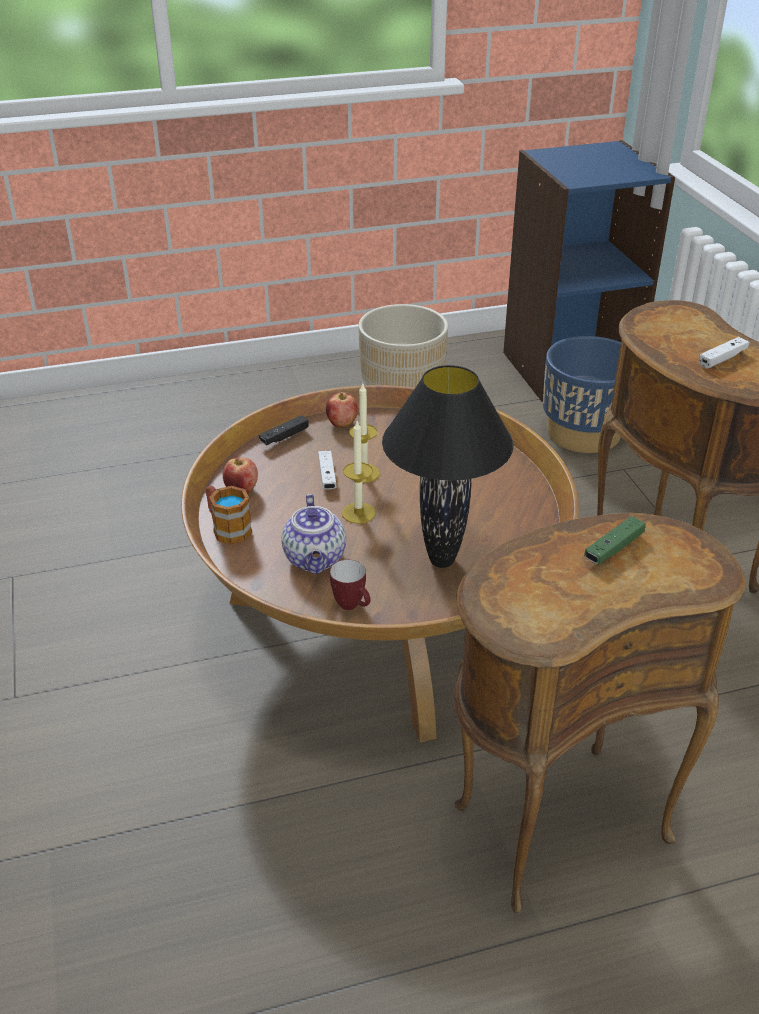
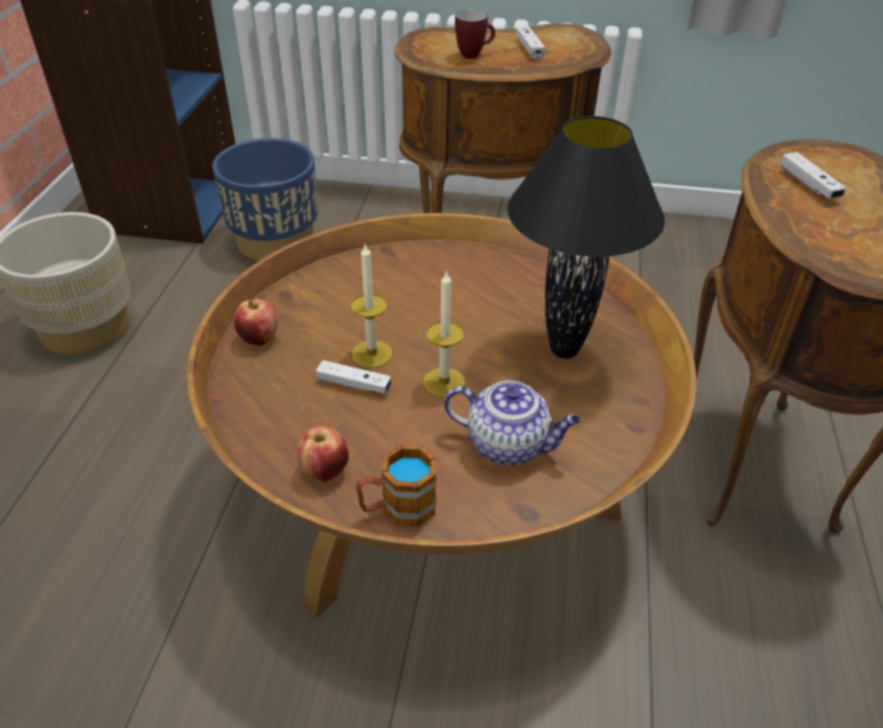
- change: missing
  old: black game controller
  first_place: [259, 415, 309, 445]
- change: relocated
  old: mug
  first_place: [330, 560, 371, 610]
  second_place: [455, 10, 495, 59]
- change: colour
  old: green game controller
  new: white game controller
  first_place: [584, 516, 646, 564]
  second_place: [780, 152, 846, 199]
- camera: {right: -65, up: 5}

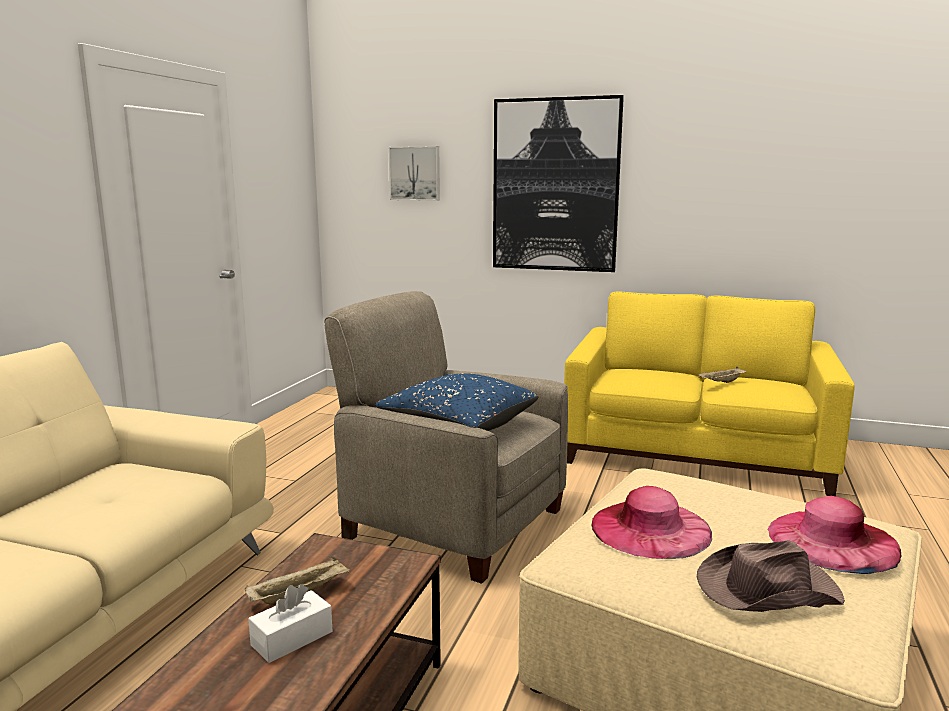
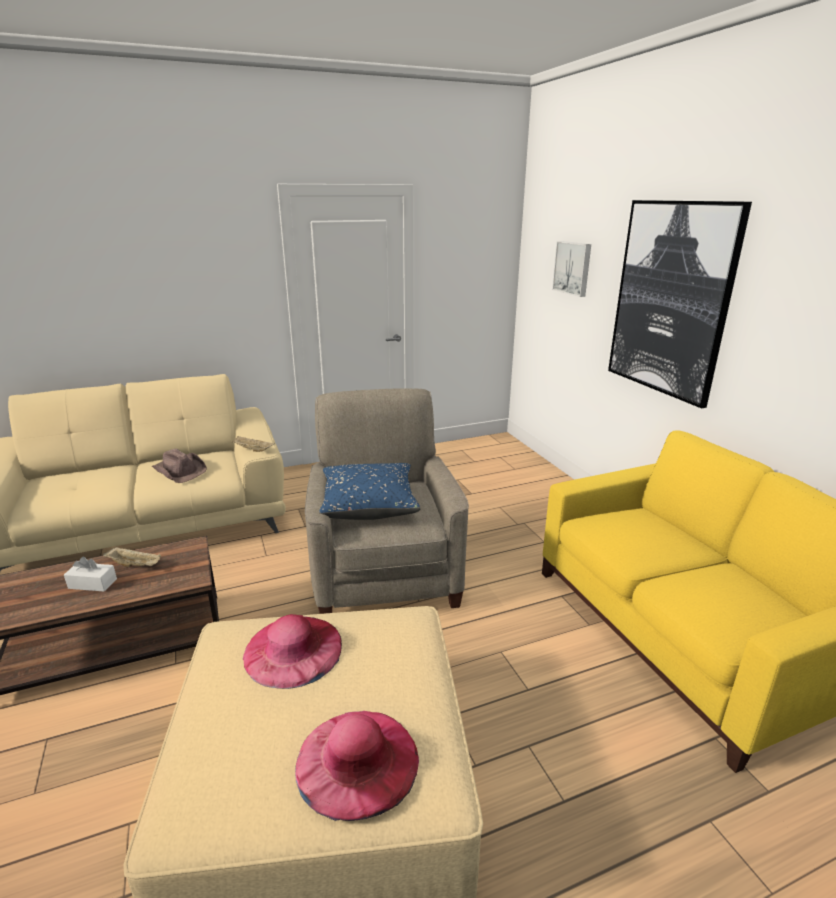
- change: relocated
  old: brown hat
  first_place: [697, 541, 845, 612]
  second_place: [152, 448, 207, 483]
- change: relocated
  old: beige tray
  first_place: [698, 367, 747, 383]
  second_place: [231, 436, 275, 452]
- camera: {right: 50, up: 10}

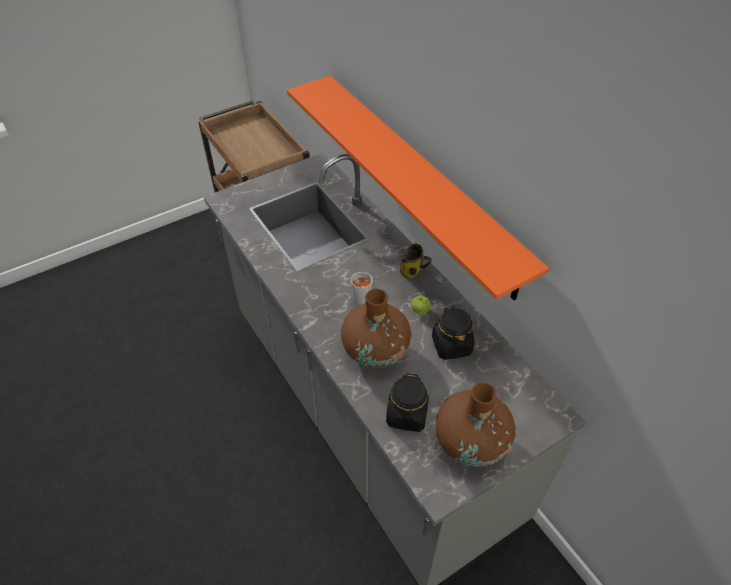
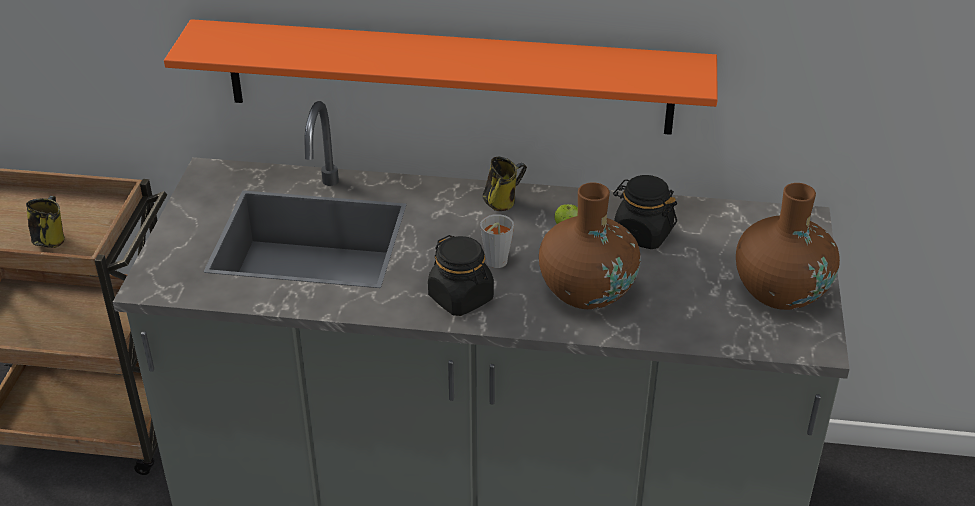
- change: appeared
  new: mug
  second_place: [26, 196, 65, 248]
- change: relocated
  old: black jar
  first_place: [386, 373, 429, 432]
  second_place: [428, 235, 494, 316]
- camera: {right: -50, up: -10}

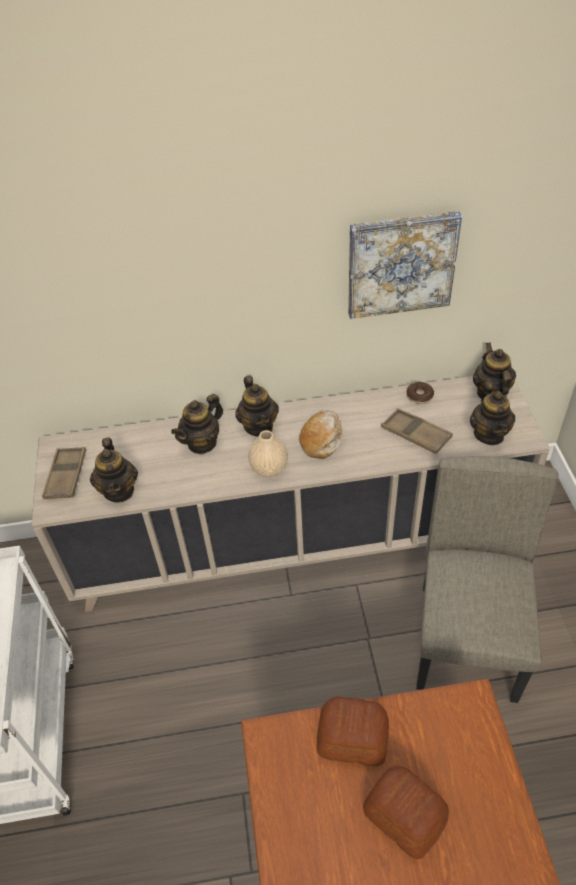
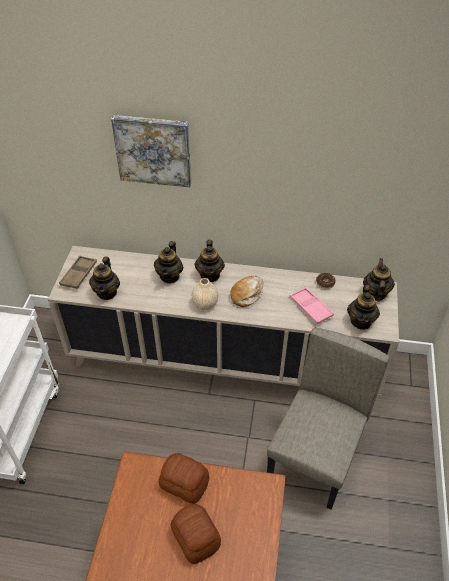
- change: relocated
  old: picture
  first_place: [348, 211, 462, 319]
  second_place: [111, 115, 191, 187]
- change: colour
  old: brown tray
  new: pink tray
  first_place: [381, 408, 453, 454]
  second_place: [290, 287, 334, 324]
- change: spun
  old: teapot
  first_place: [171, 394, 223, 454]
  second_place: [154, 241, 183, 283]
  degrees: -45
- camera: {right: 15, up: 0}

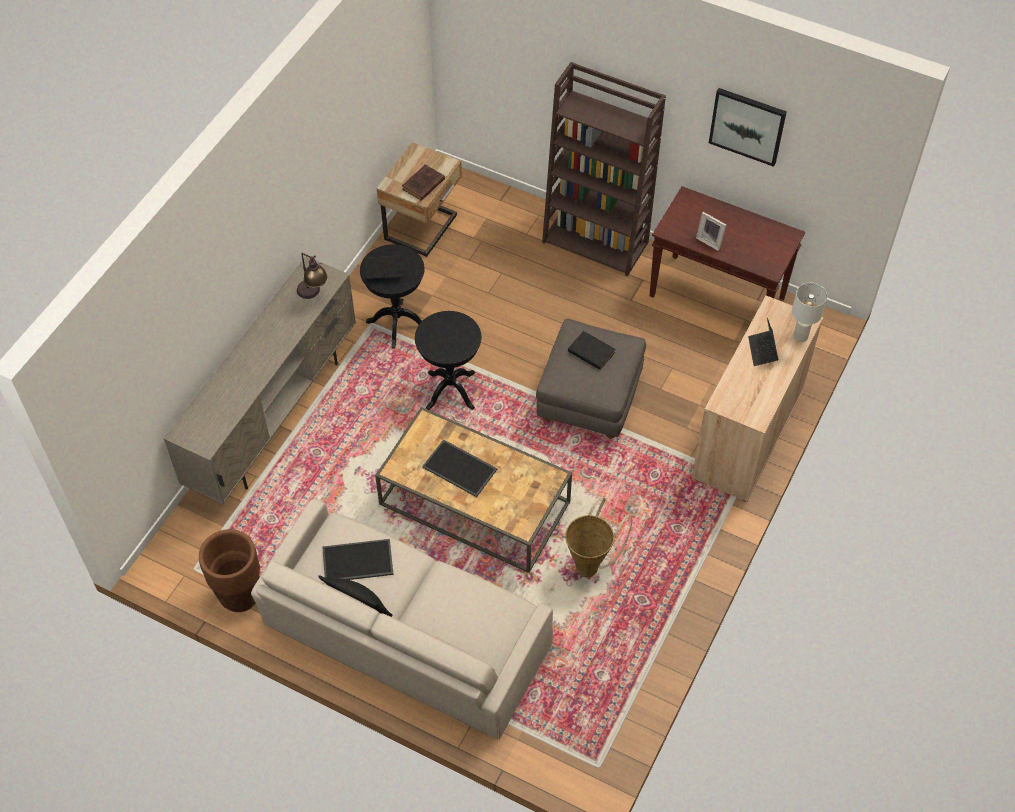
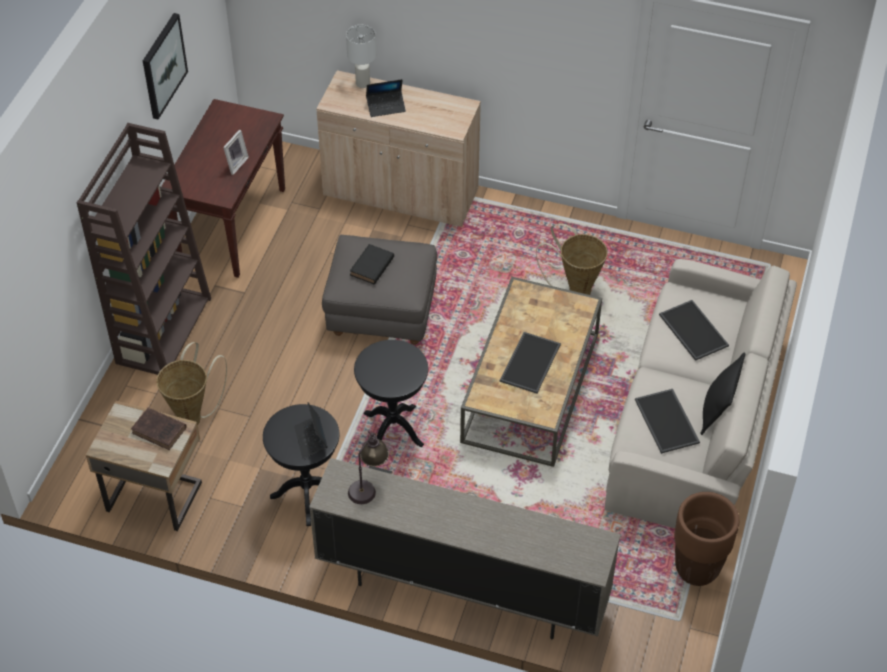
- change: appeared
  new: basket
  second_place: [156, 342, 227, 425]
- change: appeared
  new: tray
  second_place: [659, 300, 729, 361]
- camera: {right: -100, up: -5}

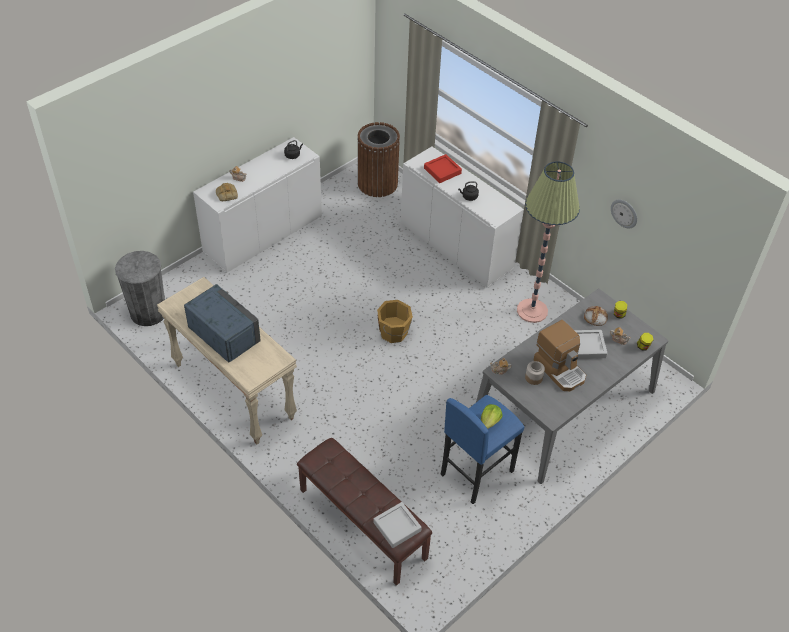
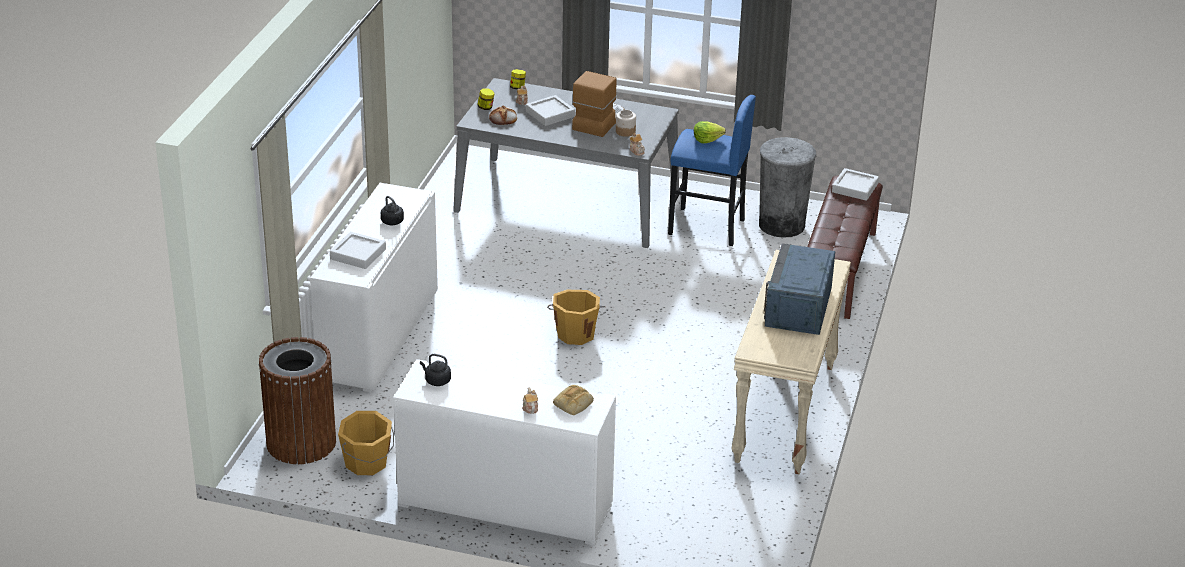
- change: missing
  old: floor lamp
  first_place: [517, 161, 580, 323]
- change: missing
  old: wall clock
  first_place: [611, 199, 637, 228]
- change: appeared
  new: orange bucket
  second_place: [338, 411, 394, 475]
- change: relocated
  old: grey trash can
  first_place: [115, 251, 165, 326]
  second_place: [759, 137, 817, 238]
- change: colour
  old: red tray
  new: grey tray
  first_place: [424, 154, 462, 183]
  second_place: [330, 232, 386, 269]
- camera: {right: -120, up: -15}

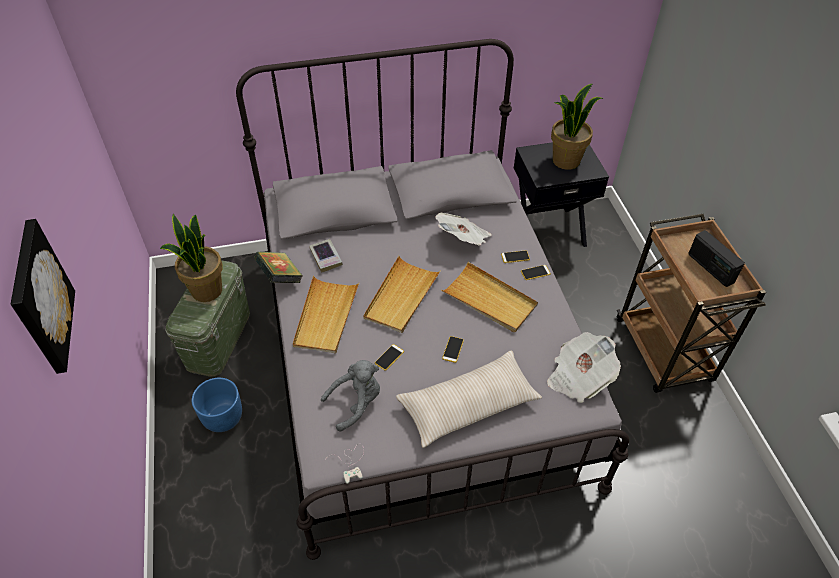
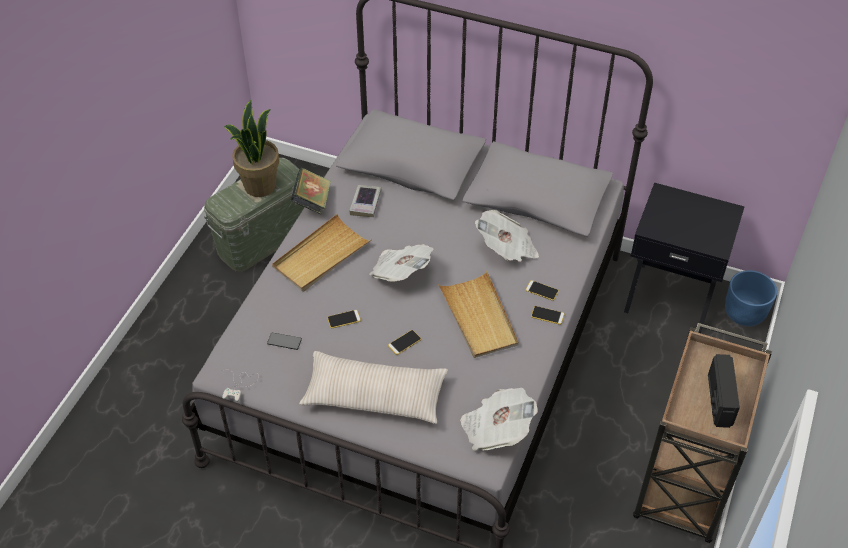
- change: missing
  old: picture
  first_place: [11, 219, 75, 374]
- change: missing
  old: potted plant
  first_place: [551, 84, 603, 170]
- change: relocated
  old: blue planter
  first_place: [192, 378, 242, 432]
  second_place: [725, 270, 777, 326]
- change: exchanged
  old: grey plush toy
  new: phone
  first_place: [321, 360, 380, 431]
  second_place: [267, 333, 302, 350]
- change: exchanged
  old: beige tray
  new: newspaper
  first_place: [363, 256, 441, 333]
  second_place: [369, 244, 434, 281]
- camera: {right: 35, up: 0}

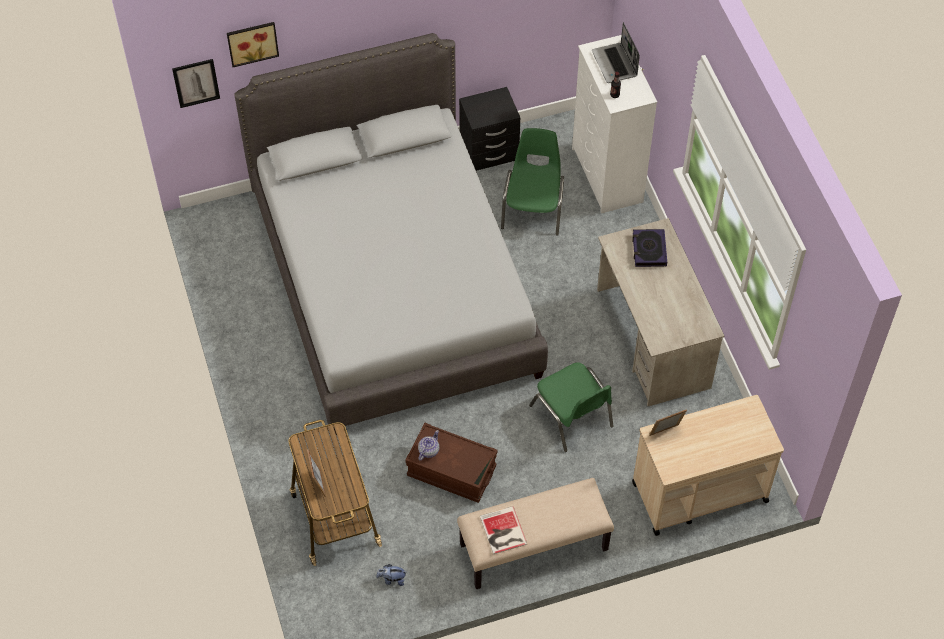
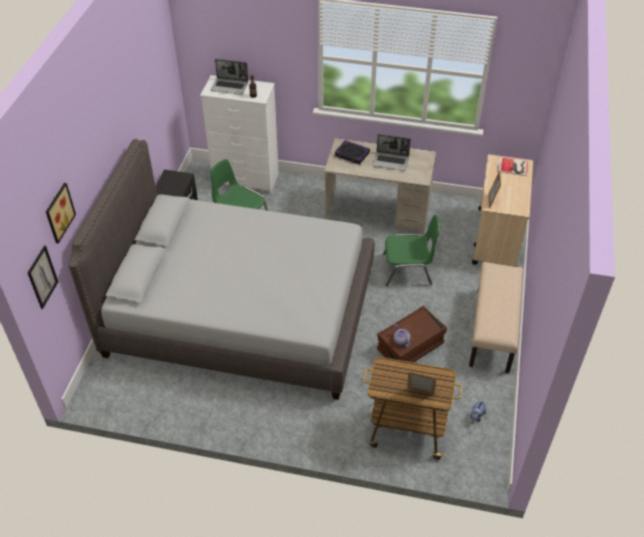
- change: appeared
  new: laptop
  second_place: [373, 134, 411, 171]
- change: relocated
  old: book
  first_place: [480, 506, 527, 555]
  second_place: [497, 156, 528, 176]
- camera: {right: -60, up: -10}

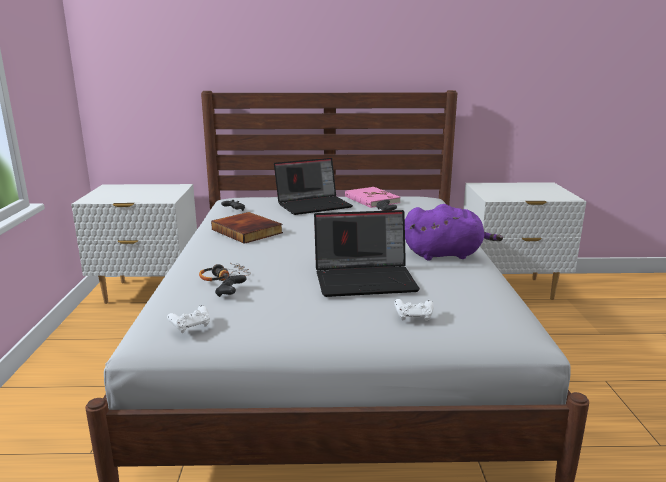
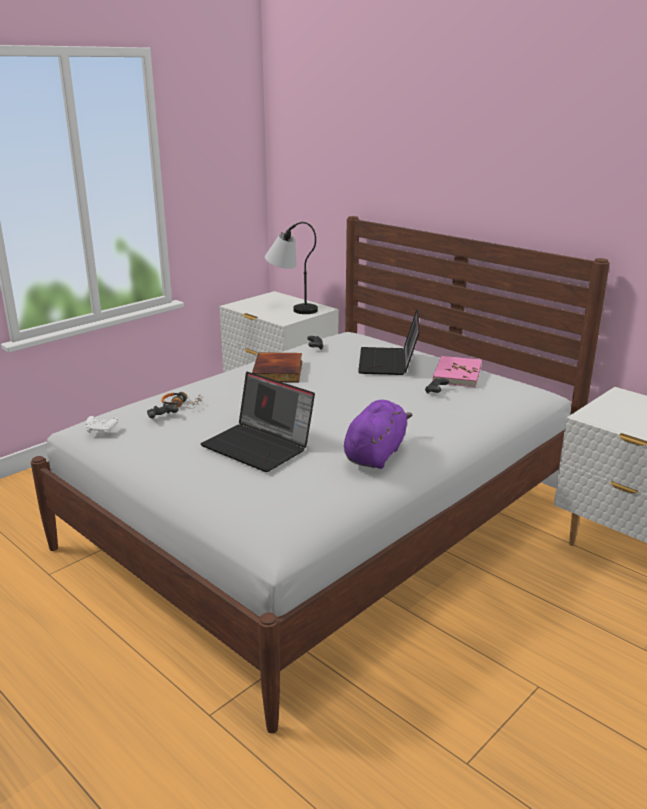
- change: missing
  old: white game controller
  first_place: [394, 299, 434, 321]
- change: appeared
  new: table lamp
  second_place: [265, 222, 318, 314]
- change: spun
  old: laptop
  first_place: [274, 158, 353, 215]
  second_place: [358, 309, 420, 375]
  degrees: 75
- change: spun
  old: purple plush toy
  first_place: [405, 204, 503, 261]
  second_place: [344, 400, 412, 469]
  degrees: -105
- camera: {right: 45, up: 5}

